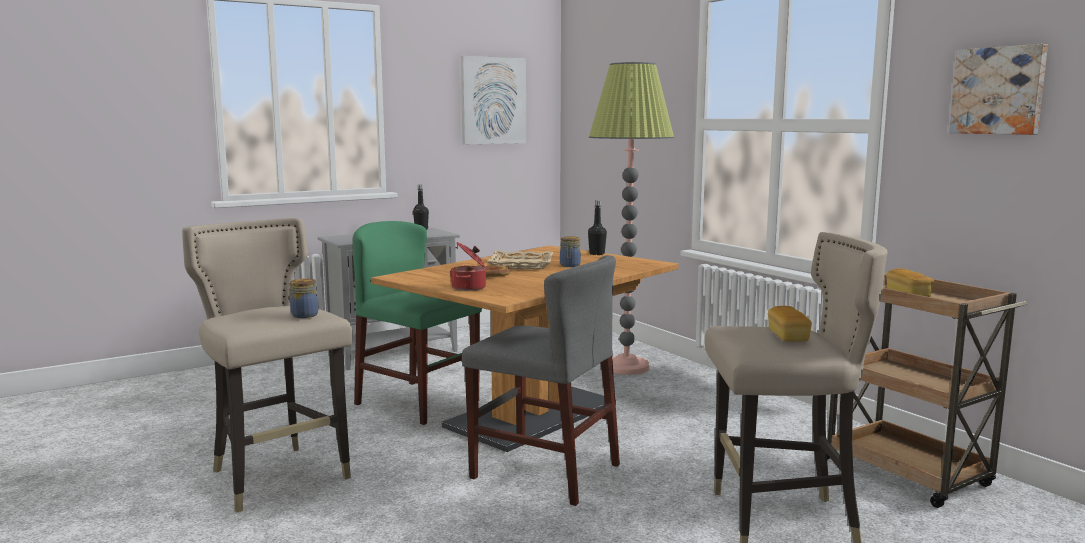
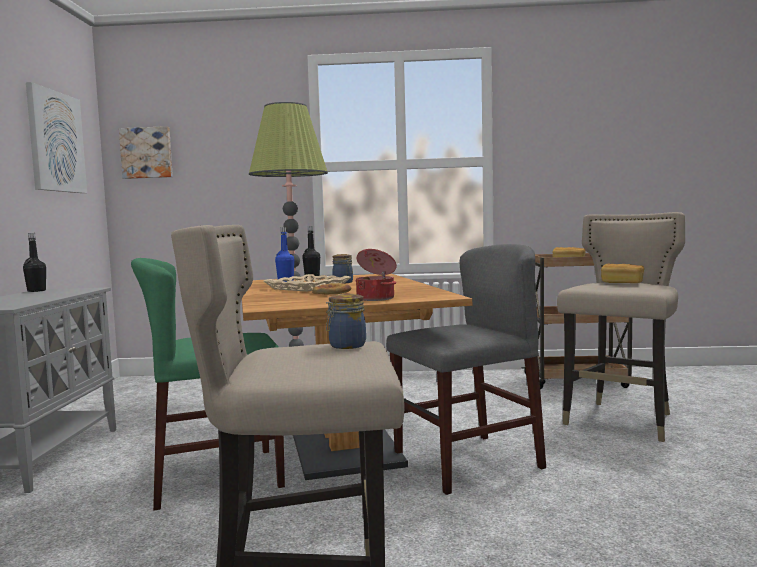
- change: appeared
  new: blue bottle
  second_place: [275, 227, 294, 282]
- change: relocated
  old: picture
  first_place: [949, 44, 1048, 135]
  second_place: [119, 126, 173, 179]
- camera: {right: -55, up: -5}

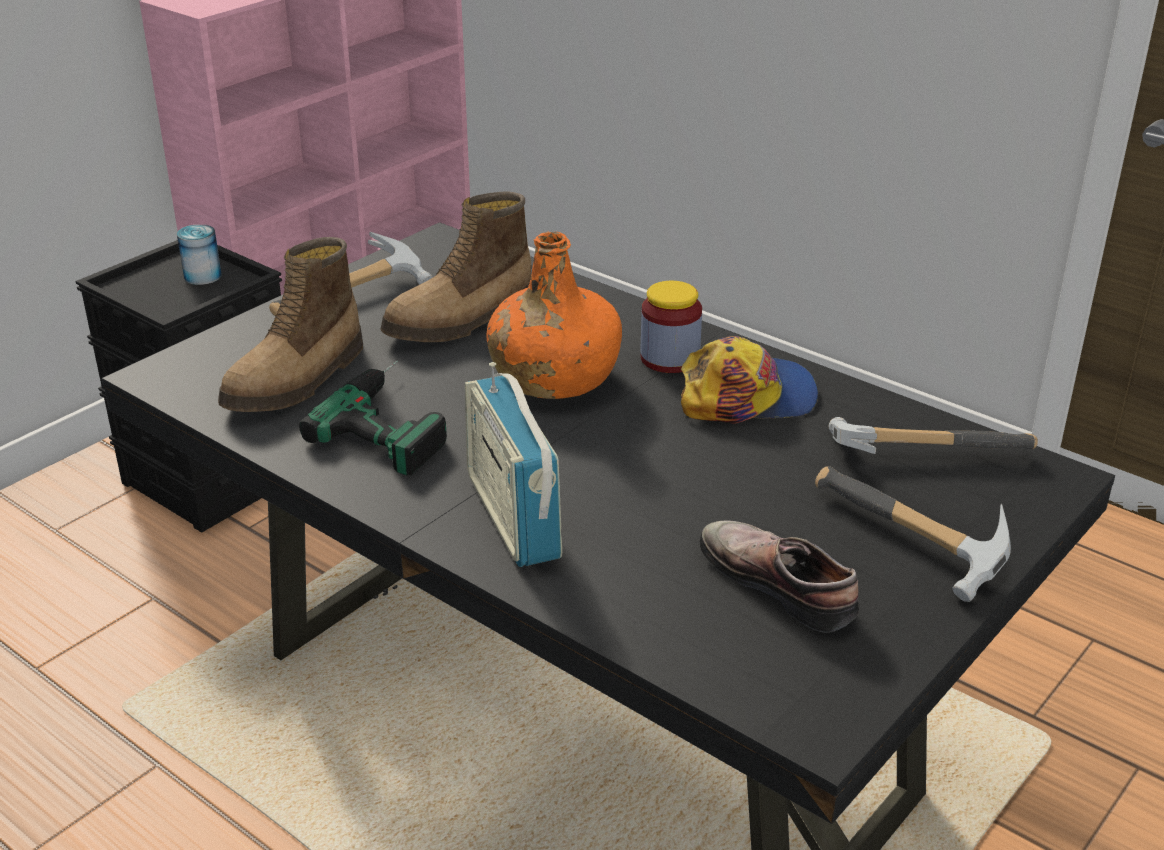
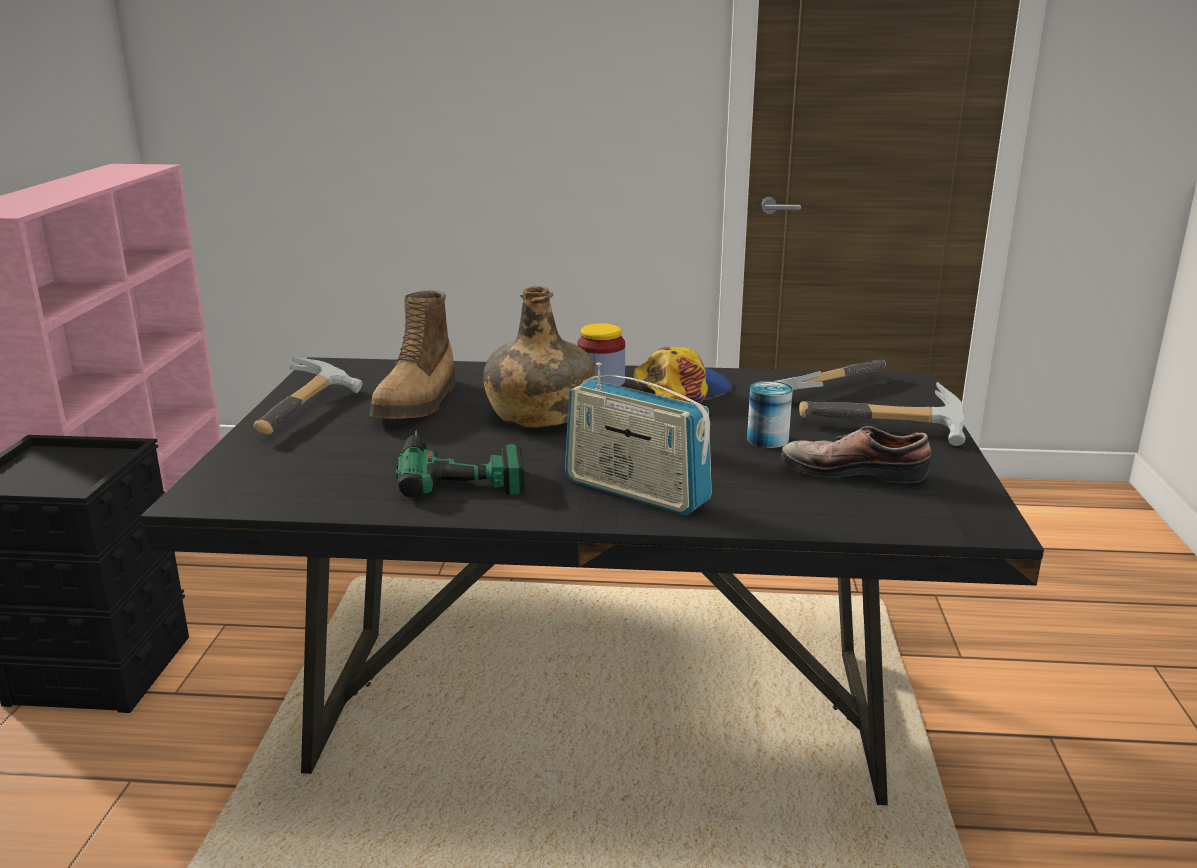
- change: missing
  old: boot
  first_place: [218, 237, 363, 412]
- change: relocated
  old: can
  first_place: [177, 224, 222, 285]
  second_place: [747, 381, 793, 448]
- change: colour
  old: orange bottle
  new: green bottle
  first_place: [486, 232, 622, 399]
  second_place: [483, 286, 595, 427]
- camera: {right: -35, up: -10}

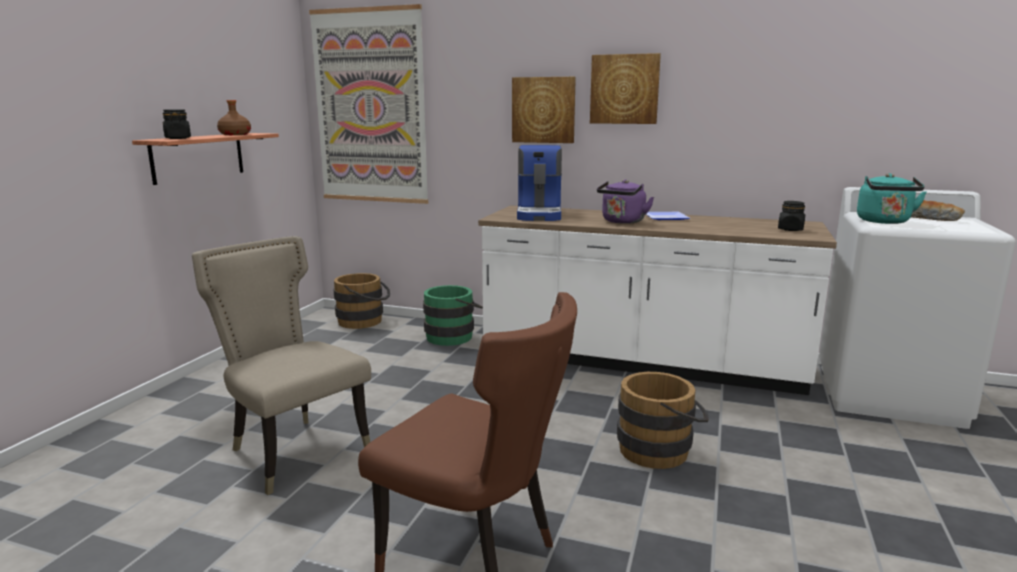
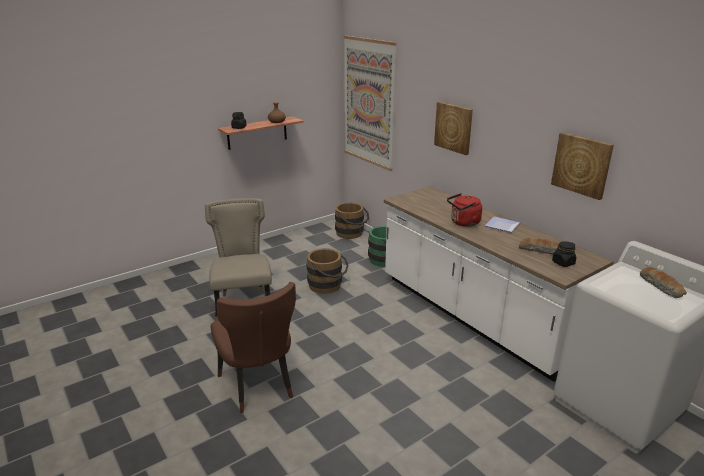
- change: missing
  old: coffee machine
  first_place: [517, 145, 562, 221]
- change: missing
  old: turquoise kettle
  first_place: [857, 173, 927, 224]
- change: appeared
  new: bread
  second_place: [519, 238, 559, 254]
- change: relocated
  old: picture
  first_place: [590, 53, 661, 124]
  second_place: [551, 132, 614, 200]
- change: relocated
  old: brown bucket
  first_place: [617, 372, 709, 469]
  second_place: [307, 248, 349, 294]
- change: colour
  old: purple kettle
  new: red kettle
  first_place: [597, 180, 654, 224]
  second_place: [447, 193, 482, 227]
- camera: {right: 35, up: 10}

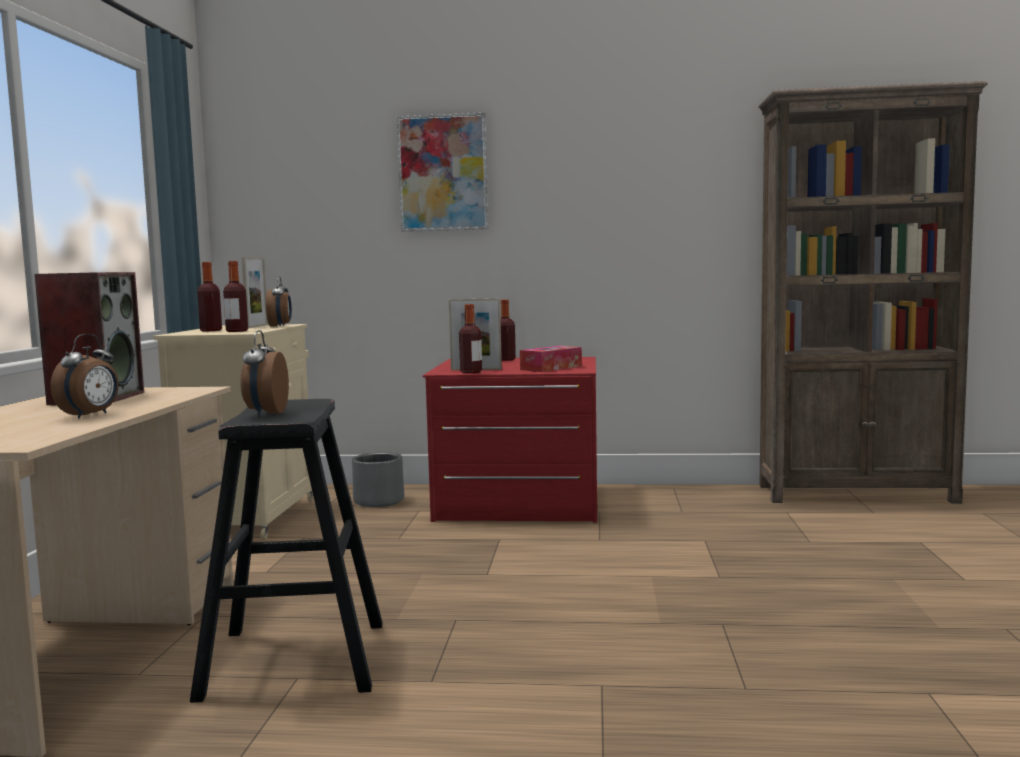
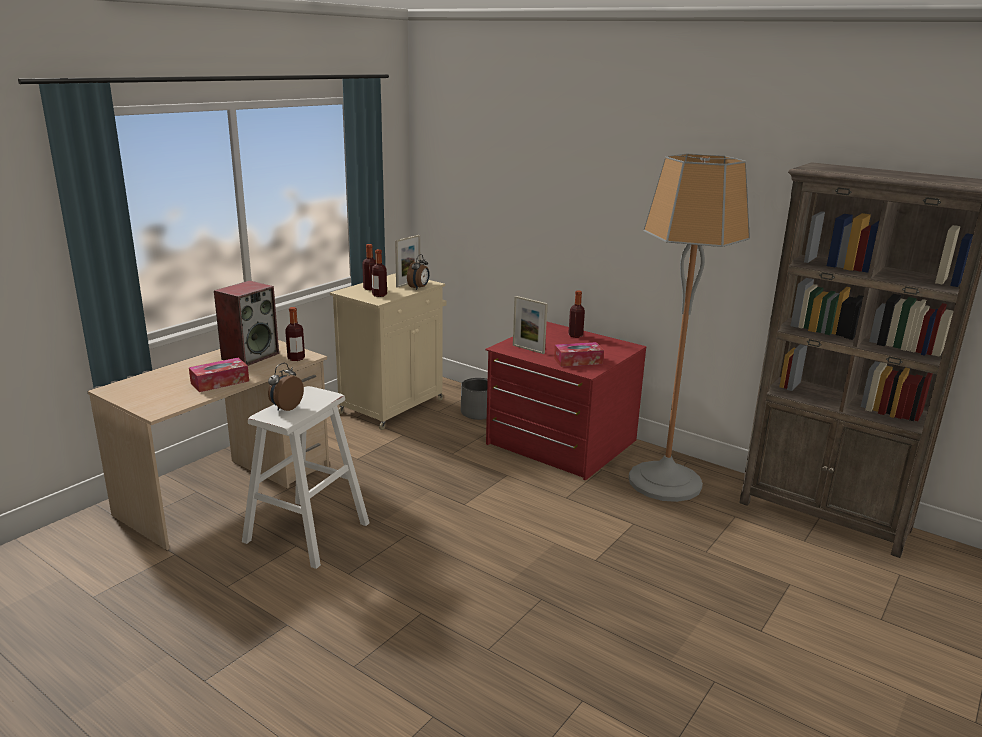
- change: missing
  old: picture
  first_place: [397, 113, 488, 232]
- change: appeared
  new: floor lamp
  second_place: [629, 154, 750, 502]
- change: relocated
  old: bottle
  first_place: [459, 304, 482, 373]
  second_place: [285, 307, 305, 361]
- change: exchanged
  old: alarm clock
  new: tissue box
  first_place: [50, 334, 119, 418]
  second_place: [189, 358, 249, 392]
- change: colour
  old: black stool
  new: white stool
  first_place: [190, 399, 383, 703]
  second_place: [242, 386, 370, 569]
- camera: {right: 30, up: 15}

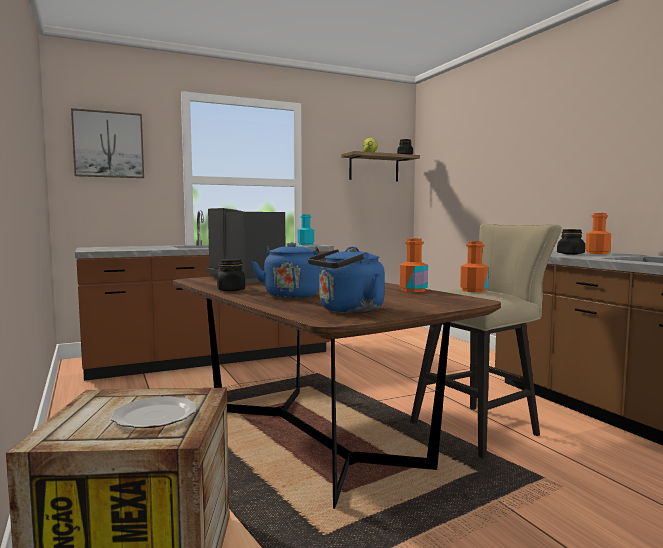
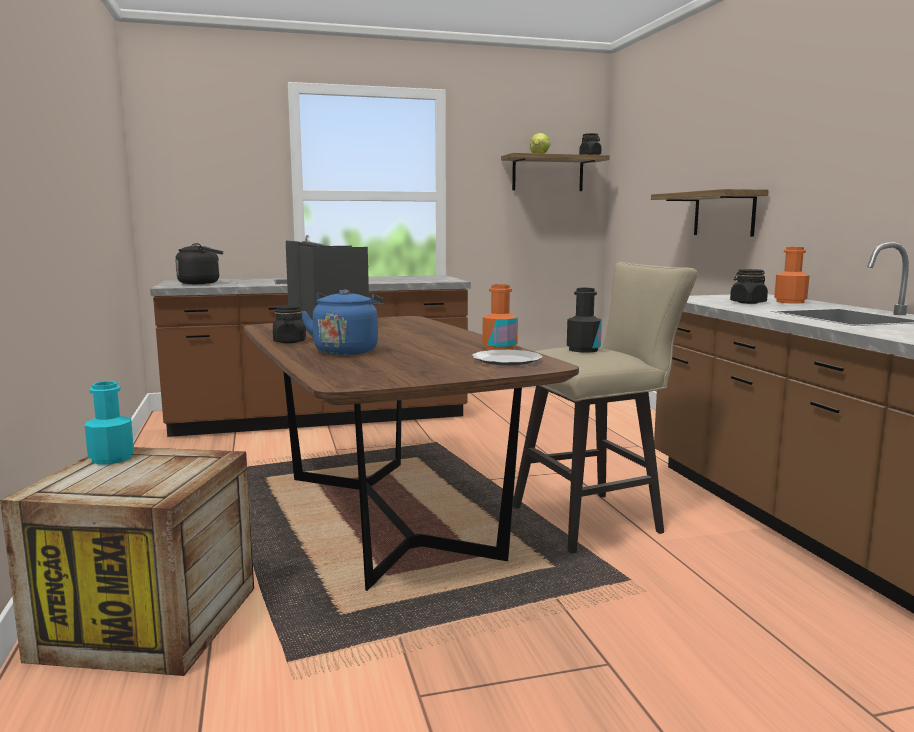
- change: missing
  old: picture
  first_place: [71, 108, 144, 178]
- change: missing
  old: blue kettle
  first_place: [308, 247, 385, 313]
- change: appeared
  new: black kettle
  second_place: [175, 243, 223, 284]
- change: appeared
  new: shelf
  second_place: [651, 189, 769, 236]
- change: relocated
  old: plate
  first_place: [110, 396, 197, 428]
  second_place: [472, 350, 543, 365]
- change: relocated
  old: turquoise bottle
  first_place: [298, 214, 314, 245]
  second_place: [85, 381, 134, 465]
- change: colour
  old: orange bottle
  new: black bottle
  first_place: [460, 241, 489, 292]
  second_place: [567, 288, 602, 353]
- camera: {right: 10, up: 5}

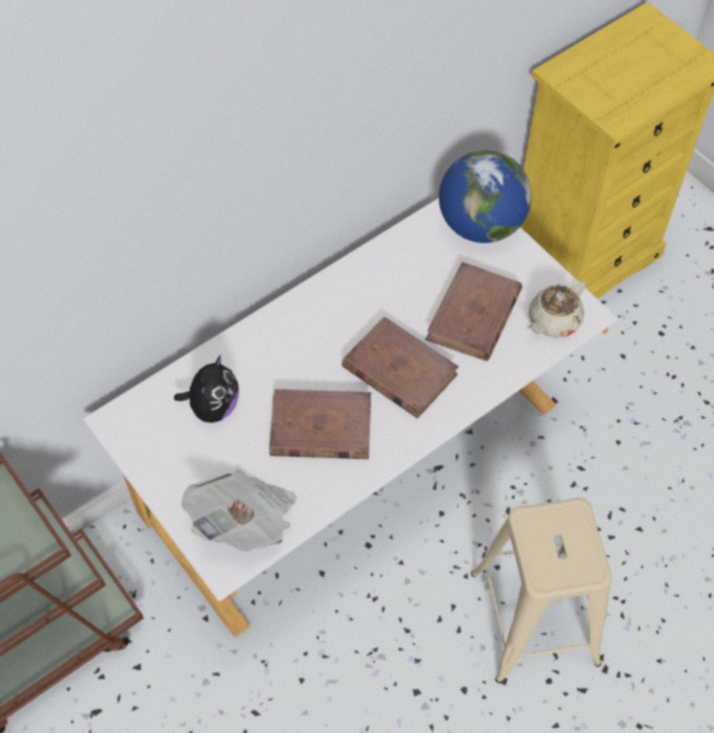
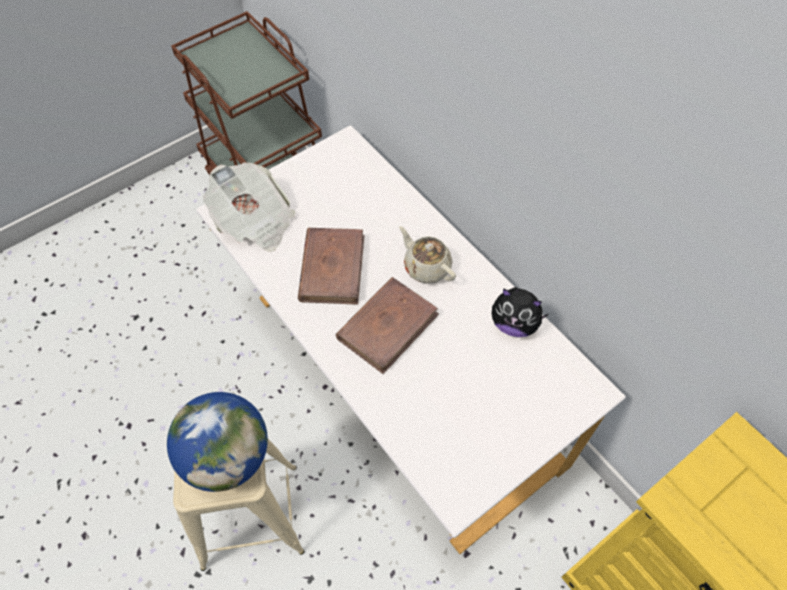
- change: missing
  old: brown book
  first_place: [425, 262, 522, 361]
- change: relocated
  old: plush toy
  first_place: [174, 355, 239, 423]
  second_place: [492, 287, 549, 337]
- change: relocated
  old: globe
  first_place: [439, 150, 532, 243]
  second_place: [167, 392, 268, 492]
- change: relocated
  old: beige teapot
  first_place: [527, 281, 587, 338]
  second_place: [399, 226, 456, 284]
- camera: {right: 90, up: 0}

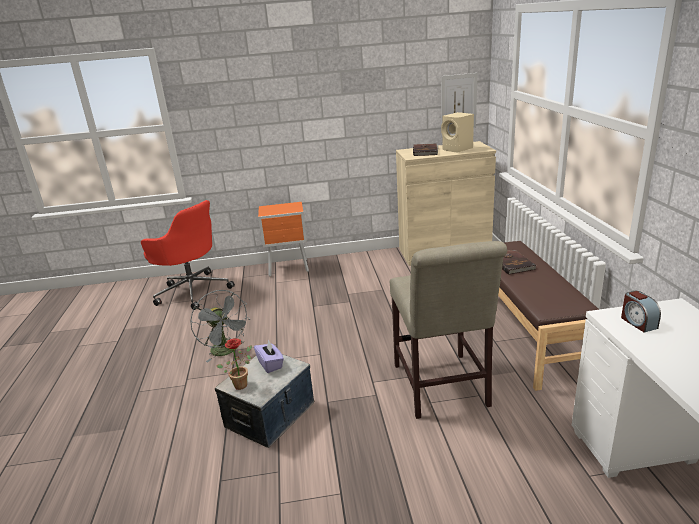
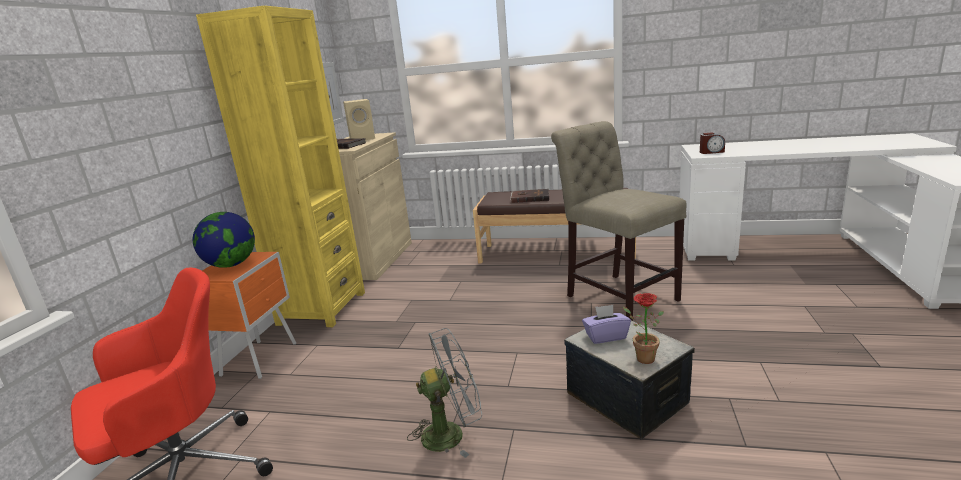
- change: appeared
  new: globe
  second_place: [193, 212, 255, 268]
- change: appeared
  new: yellow bookcase
  second_place: [196, 6, 365, 327]
- change: spun
  old: beige chair
  first_place: [390, 241, 507, 419]
  second_place: [551, 121, 687, 321]
  degrees: -135
- camera: {right: -70, up: -5}

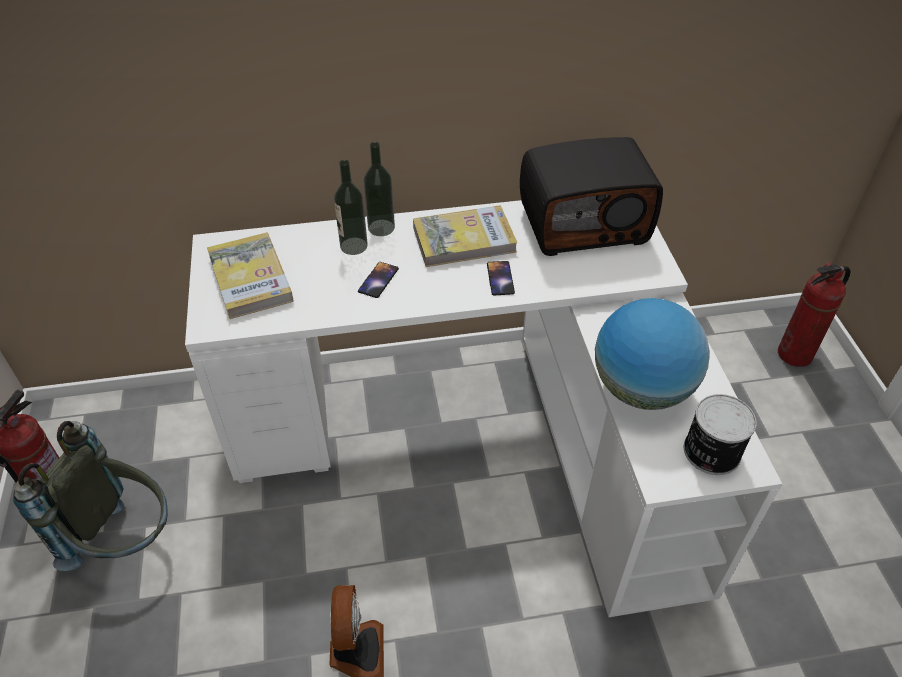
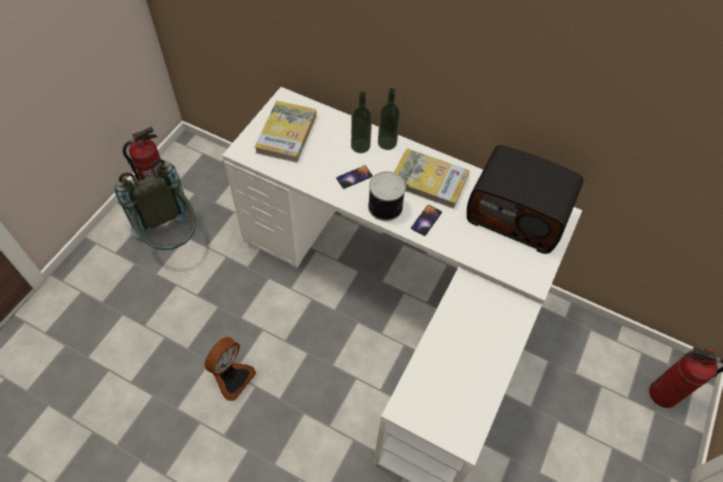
- change: missing
  old: globe
  first_place: [595, 298, 710, 410]
- change: relocated
  old: can
  first_place: [684, 394, 757, 475]
  second_place: [368, 171, 406, 221]
- camera: {right: 35, up: 10}

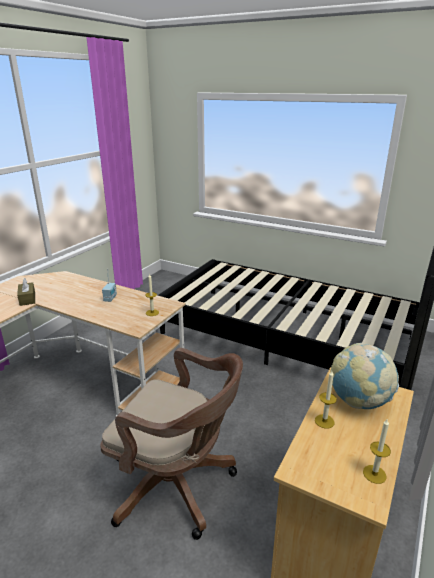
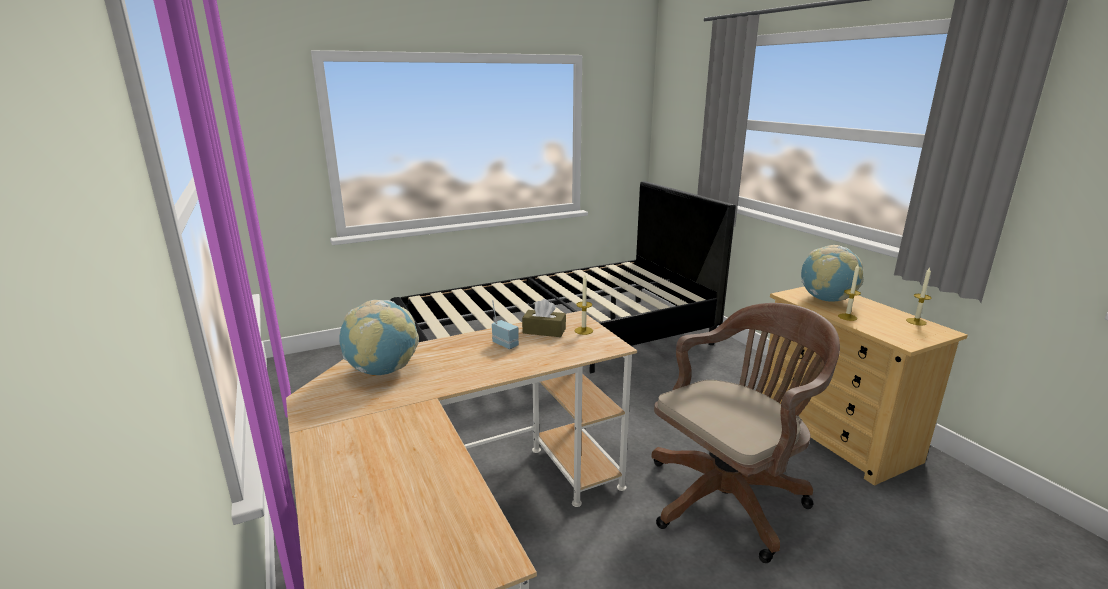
- change: appeared
  new: globe
  second_place: [339, 300, 419, 375]
- change: relocated
  old: brown tissue box
  first_place: [17, 278, 35, 306]
  second_place: [522, 299, 566, 337]
- camera: {right: -55, up: -5}

